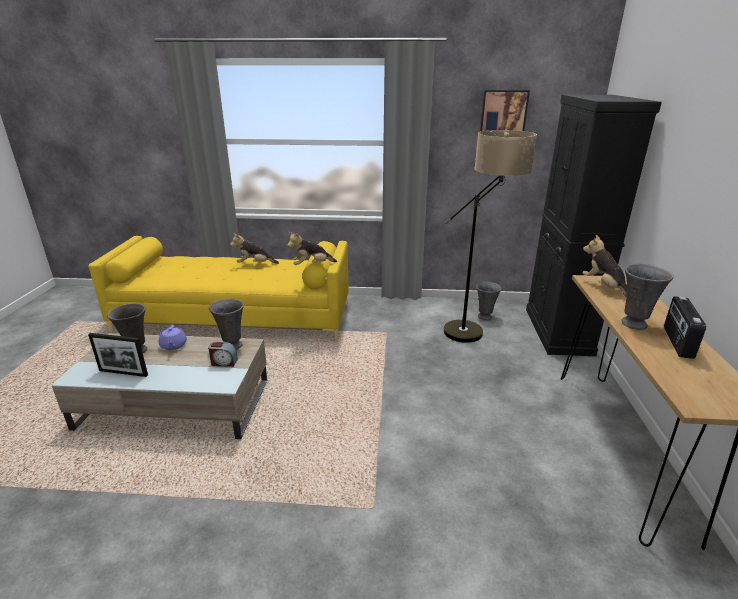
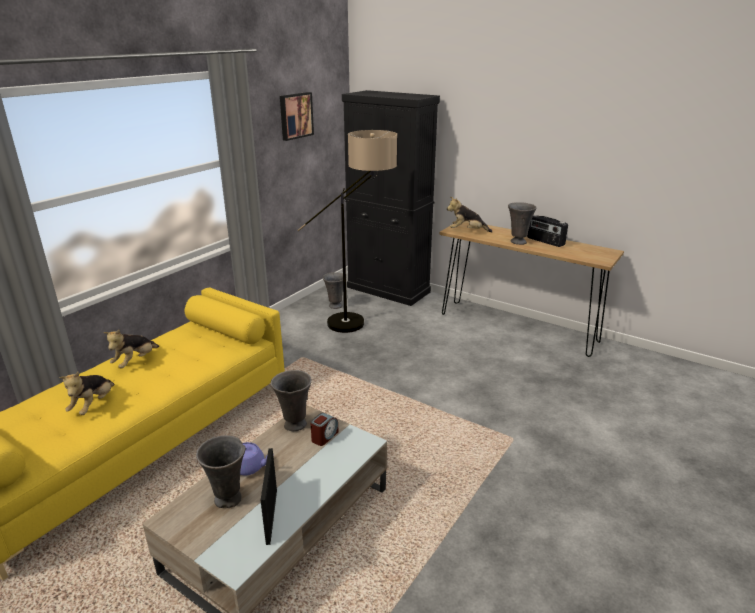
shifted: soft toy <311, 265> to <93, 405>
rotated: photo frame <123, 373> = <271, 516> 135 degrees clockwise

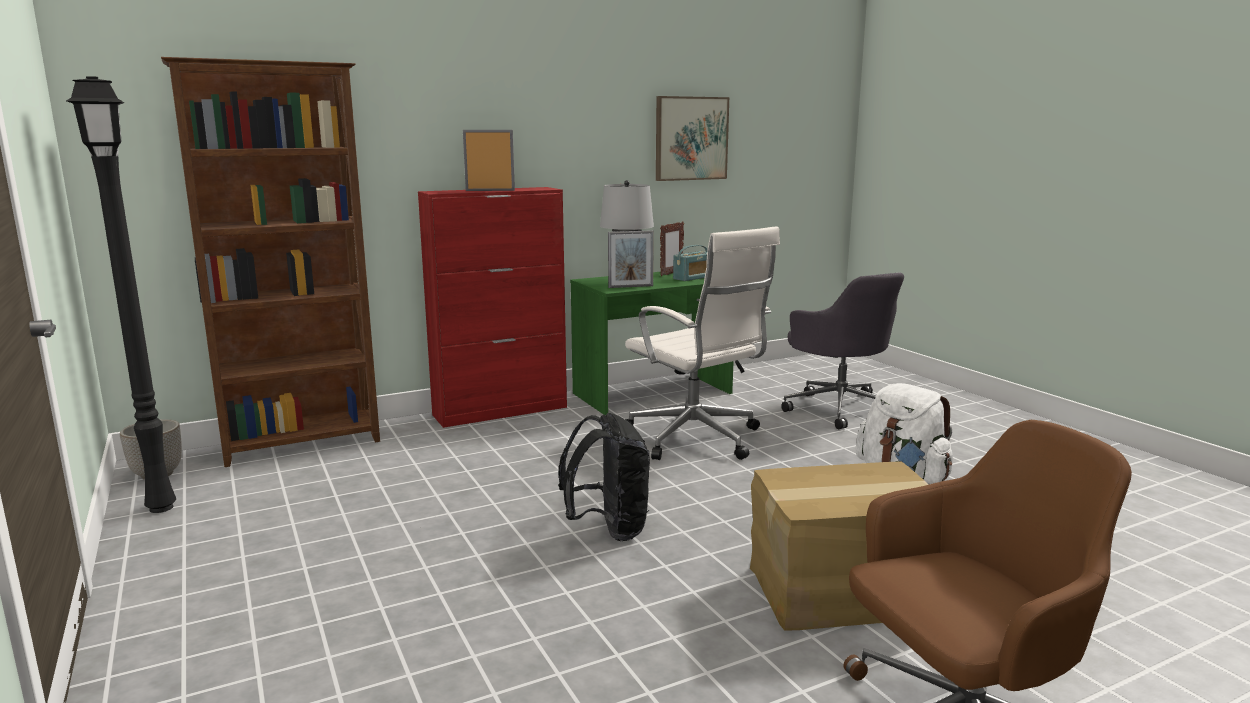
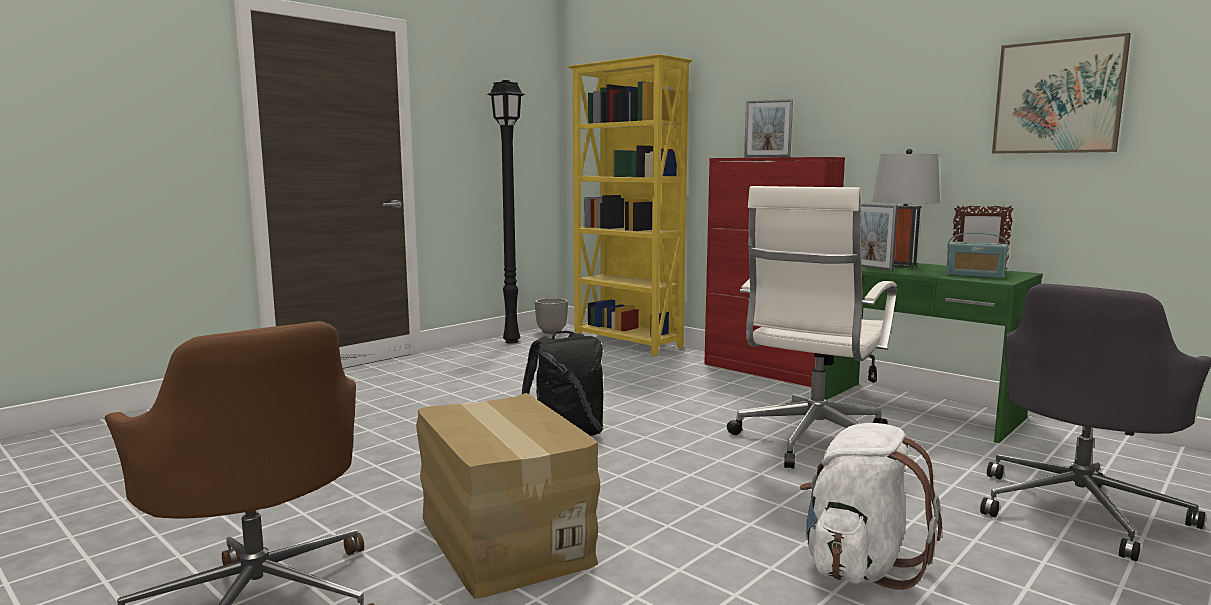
repainted: brown bookshelf <303, 444> to yellowish bookshelf <627, 343>
rotated: photo frame <490, 190> = <767, 157> 135 degrees clockwise

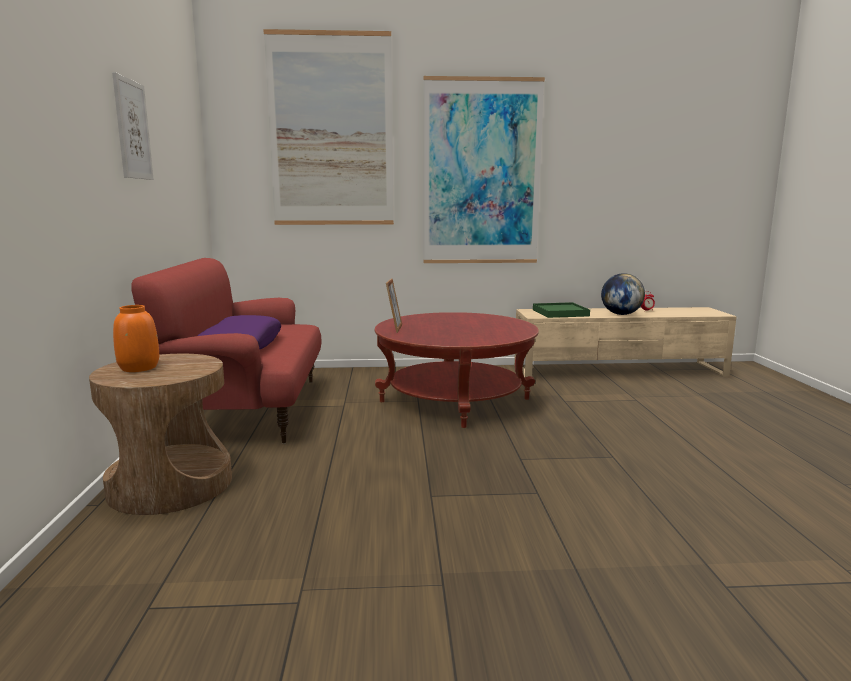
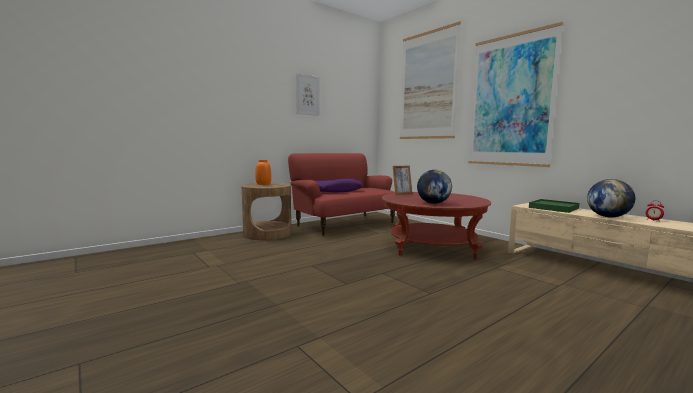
new: globe <433, 203>

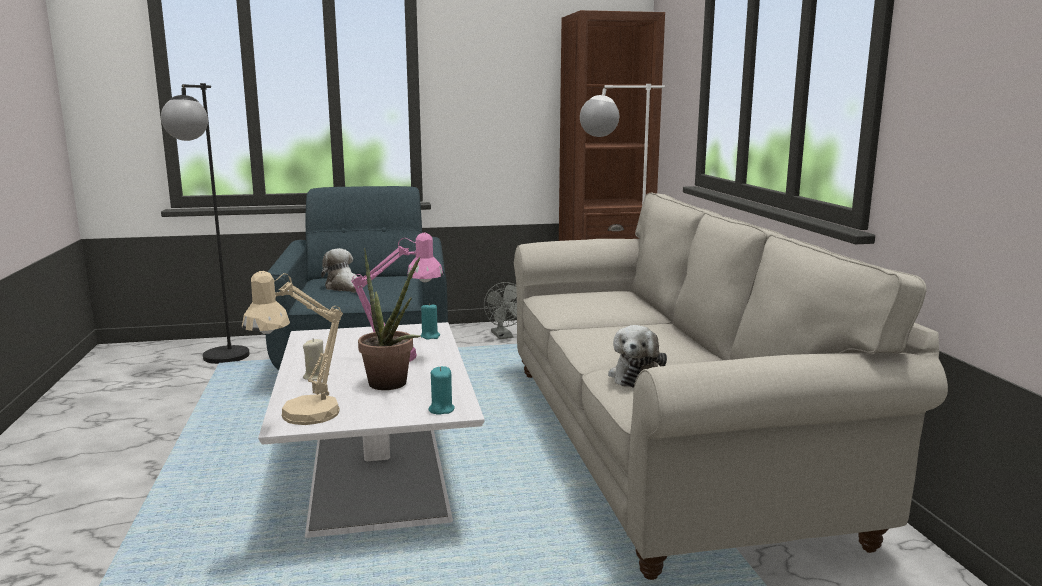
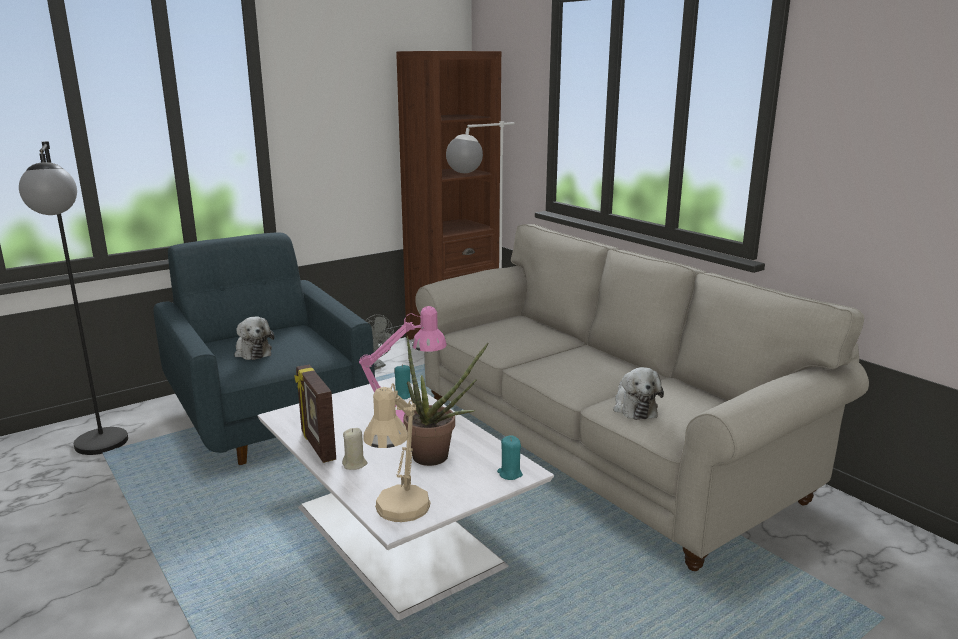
new: photo frame <317, 446>
rotated: soft toy <344, 287> = <252, 351> 150 degrees counterclockwise

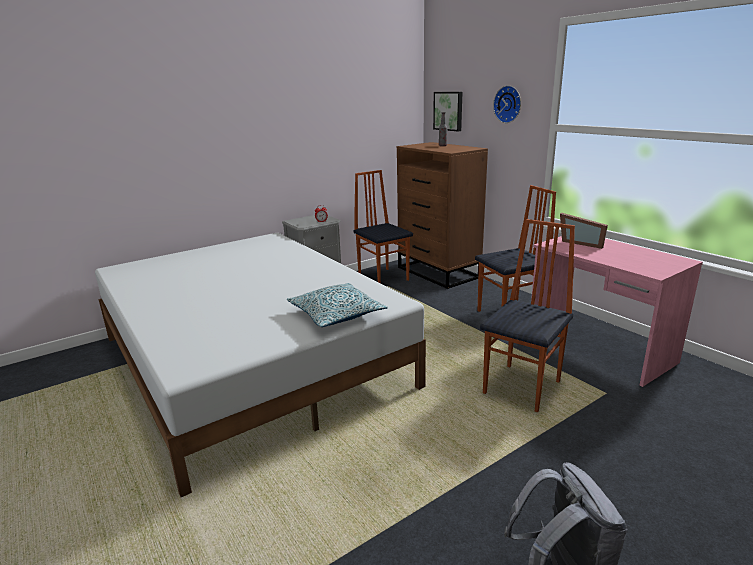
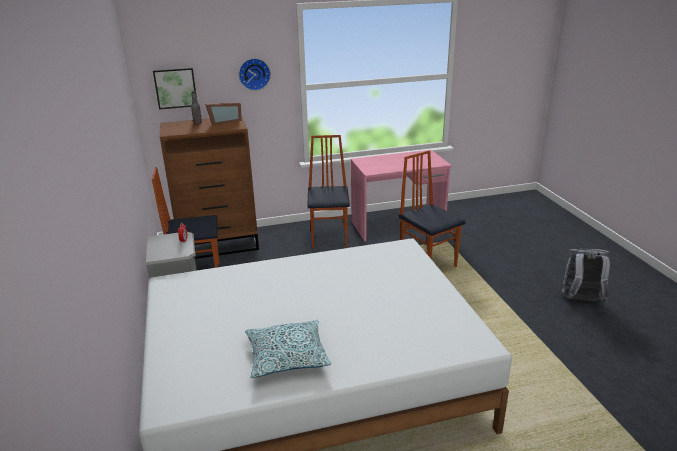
shifted: throw pillow <336, 314> to <287, 356>; photo frame <581, 243> to <224, 122>

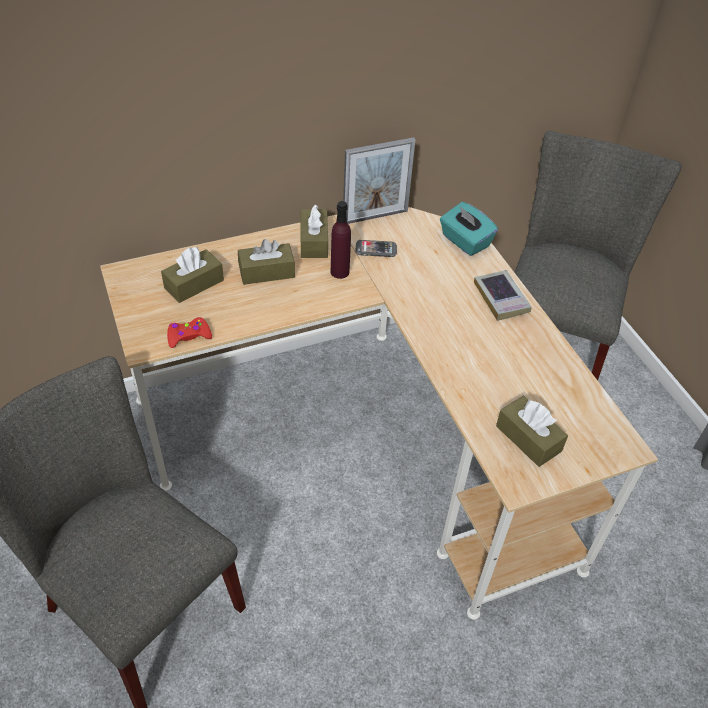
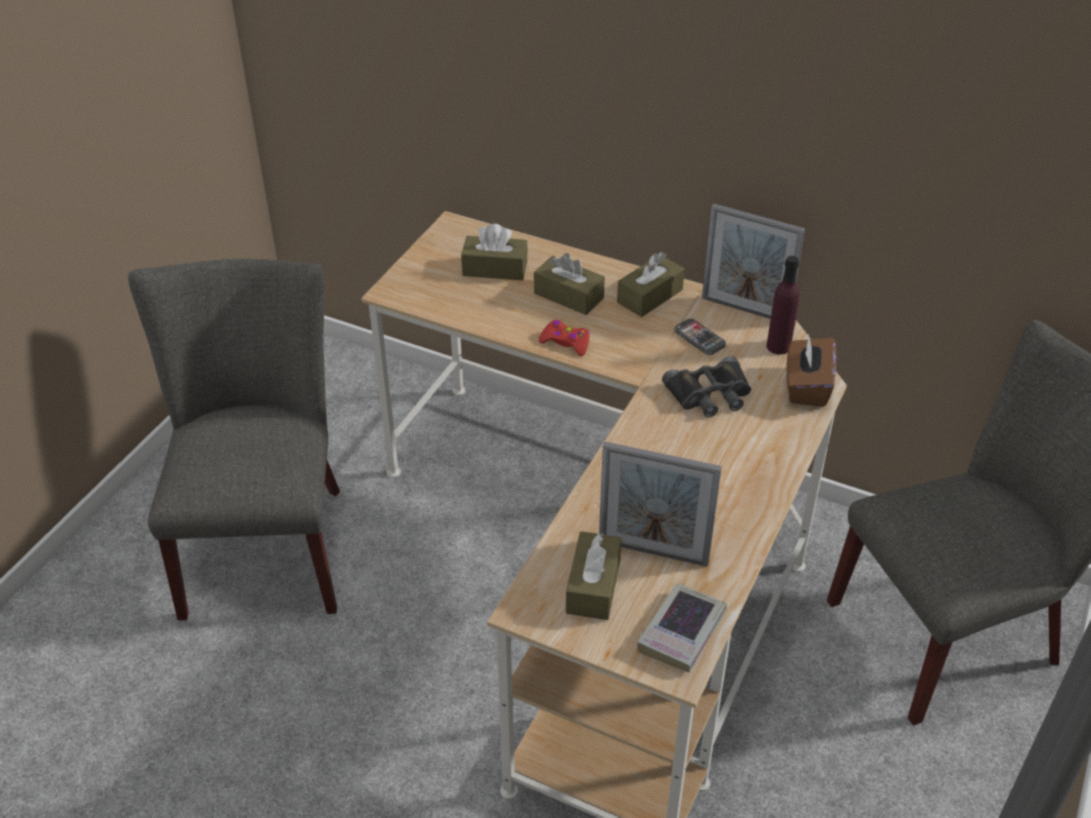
new: photo frame <653, 552>; blackish field glasses <710, 394>
shifted: red joypad <188, 336> to <565, 342>; purple drink bottle <339, 272> to <778, 346>; bound book <501, 298> to <682, 632>
repainted: turquoise-coloured box of tissues <465, 241> to brown box of tissues <806, 387>

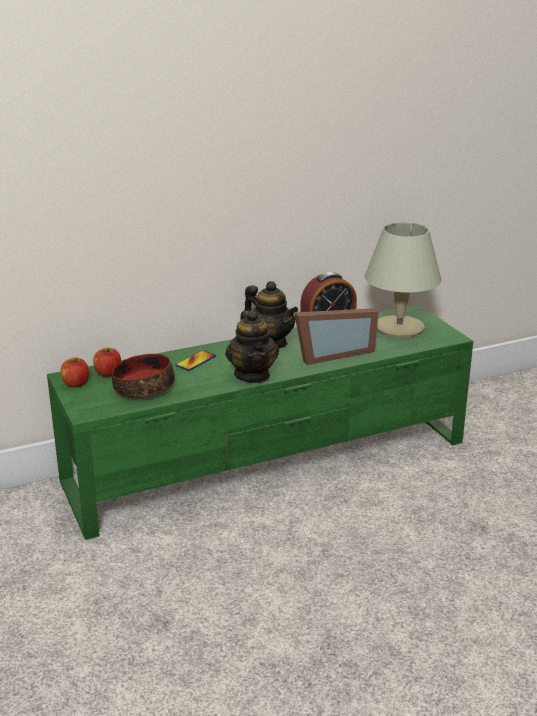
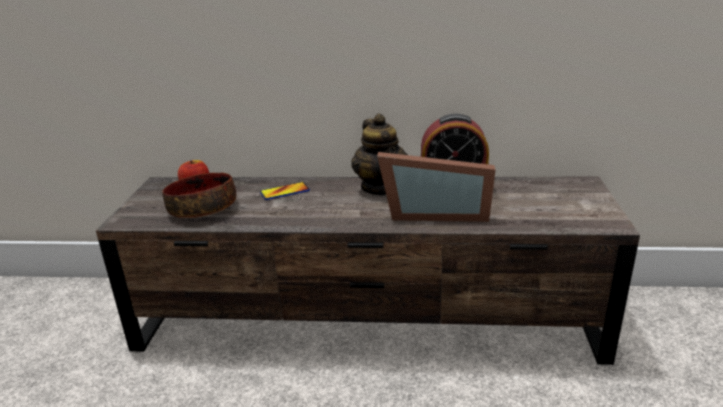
gone: whole apple <76, 383>; teapot <253, 375>; beige tabletop lamp <398, 328>
repainted: green-coloured media console <270, 461> to brown media console <368, 320>

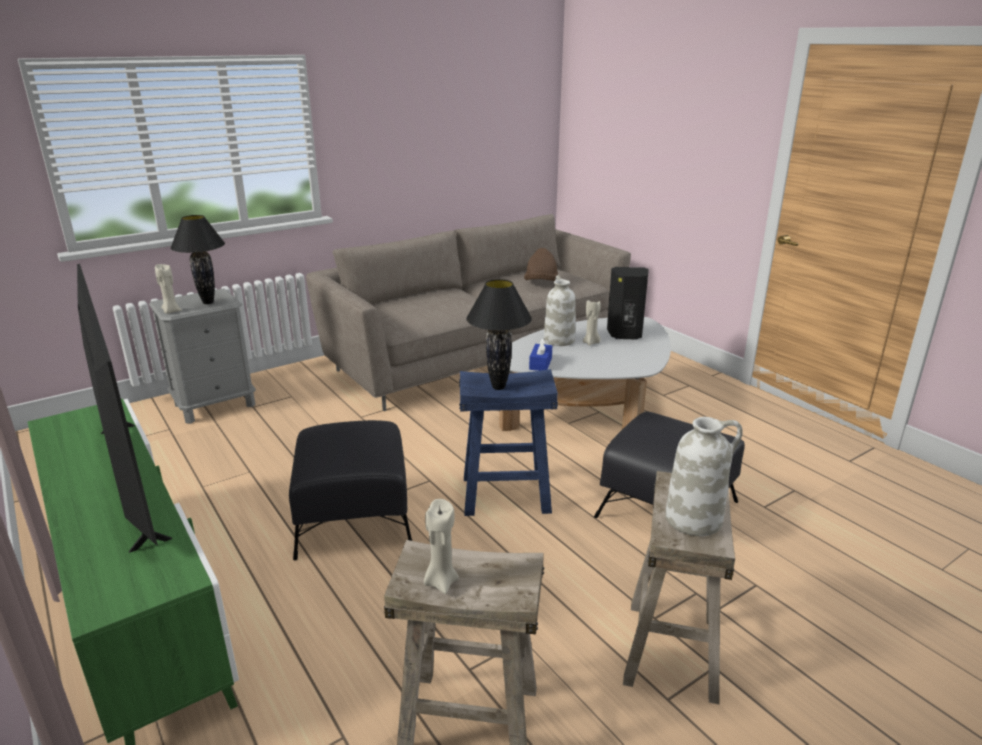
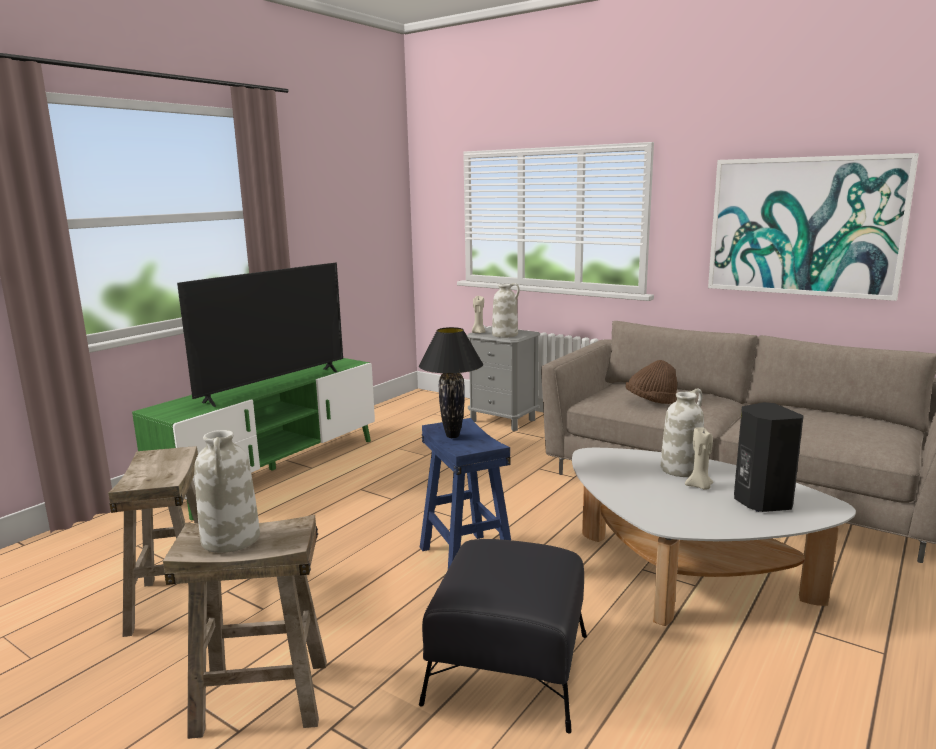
gone: blackish ottoman <353, 518>; beige candle <441, 581>; blue-coloured box of tissues <540, 363>
new: wall picture <804, 226>
shifted: brown wearable hat <541, 284> to <651, 402>
swapped: blackish tabletop lamp <208, 302> to white flower vase <505, 335>

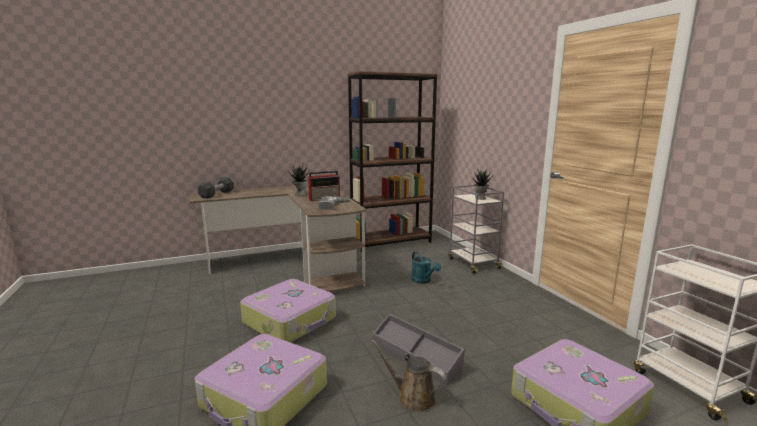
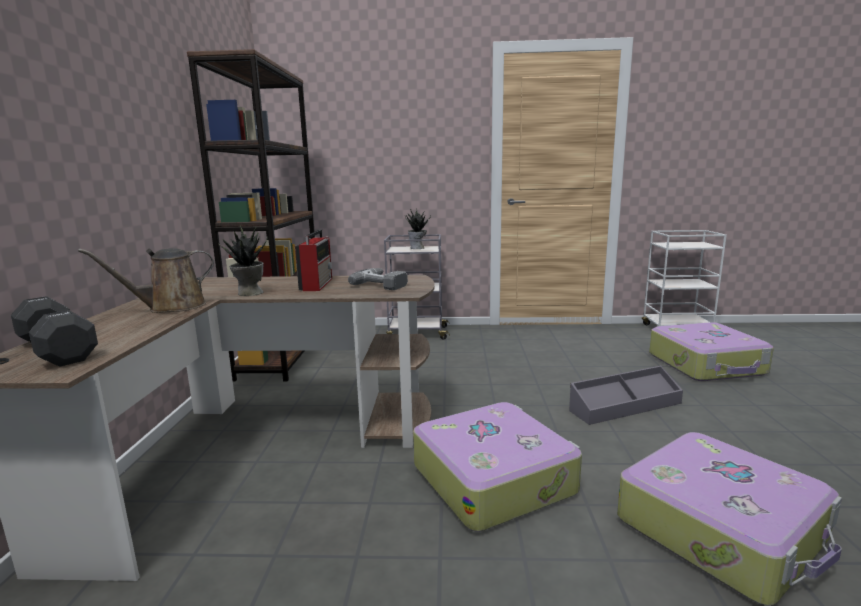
gone: turquoise-coloured watering pot <423, 281>
shifted: brown watering pot <413, 397> to <171, 307>

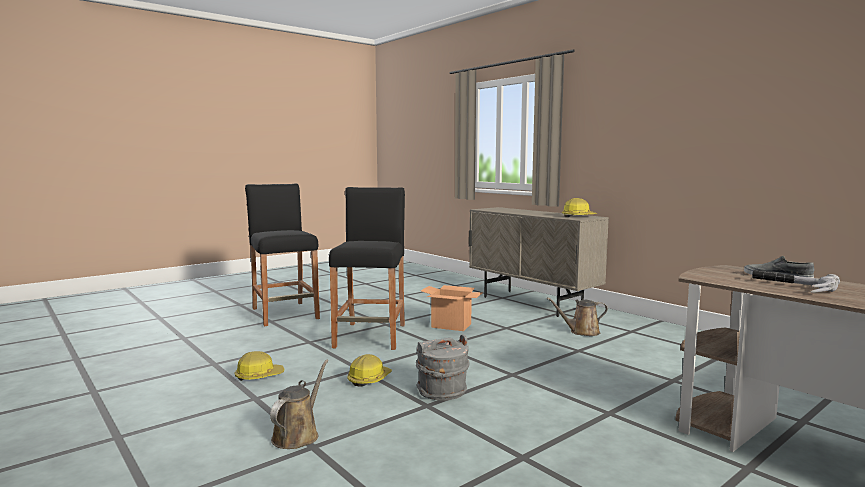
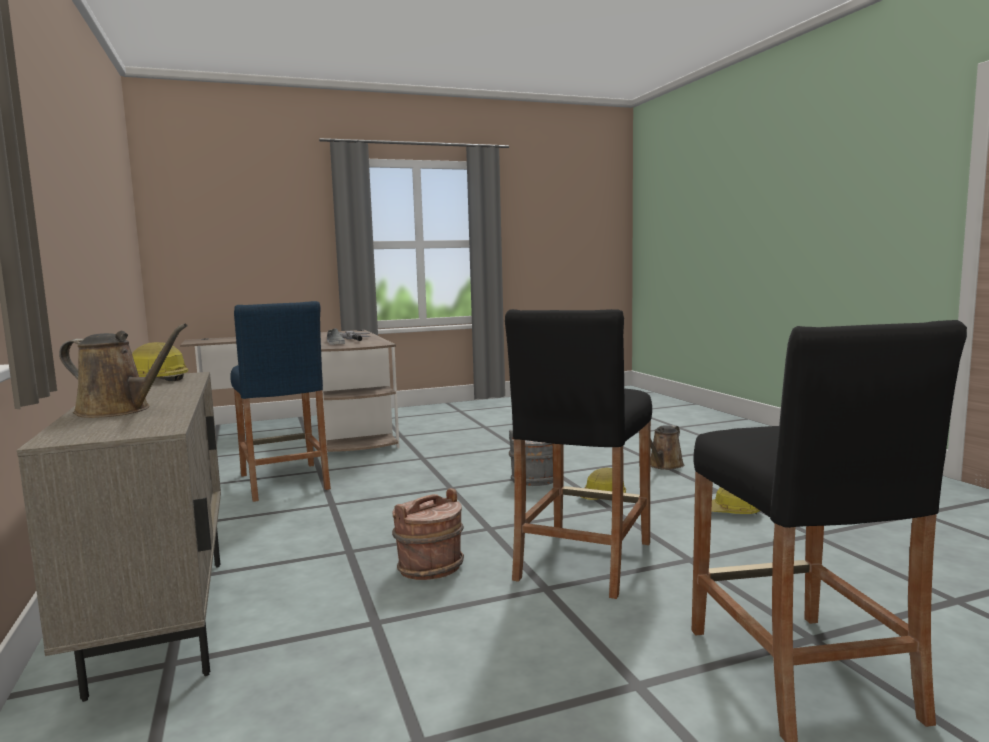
new: blue-coloured stool <284, 482>
shifted: brown watering pot <581, 332> to <119, 410>
swapped: packing box <451, 326> to brown bucket <429, 567>

